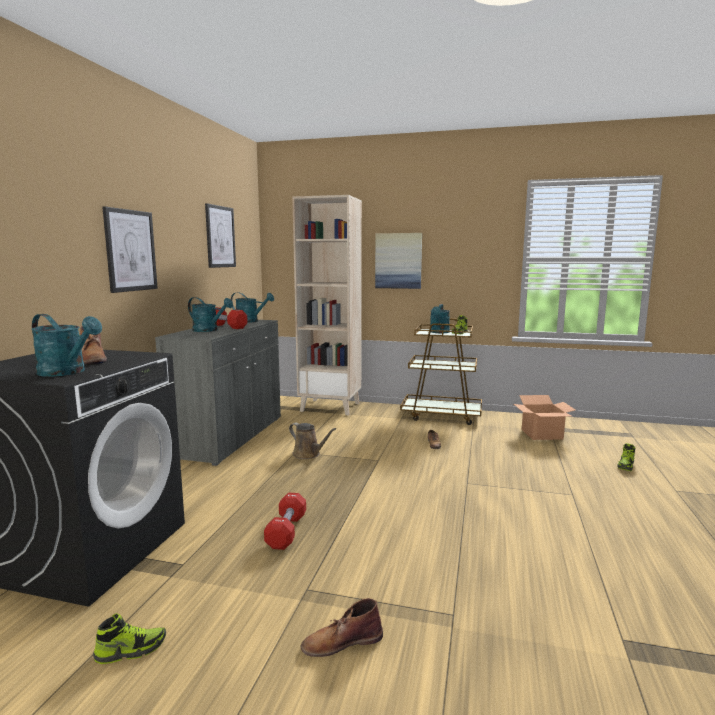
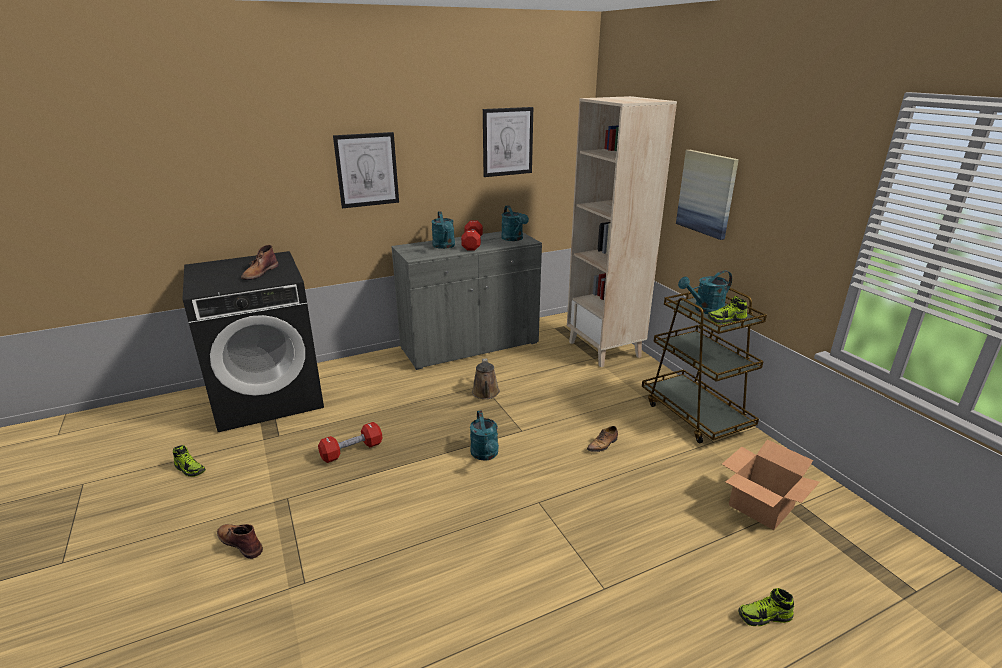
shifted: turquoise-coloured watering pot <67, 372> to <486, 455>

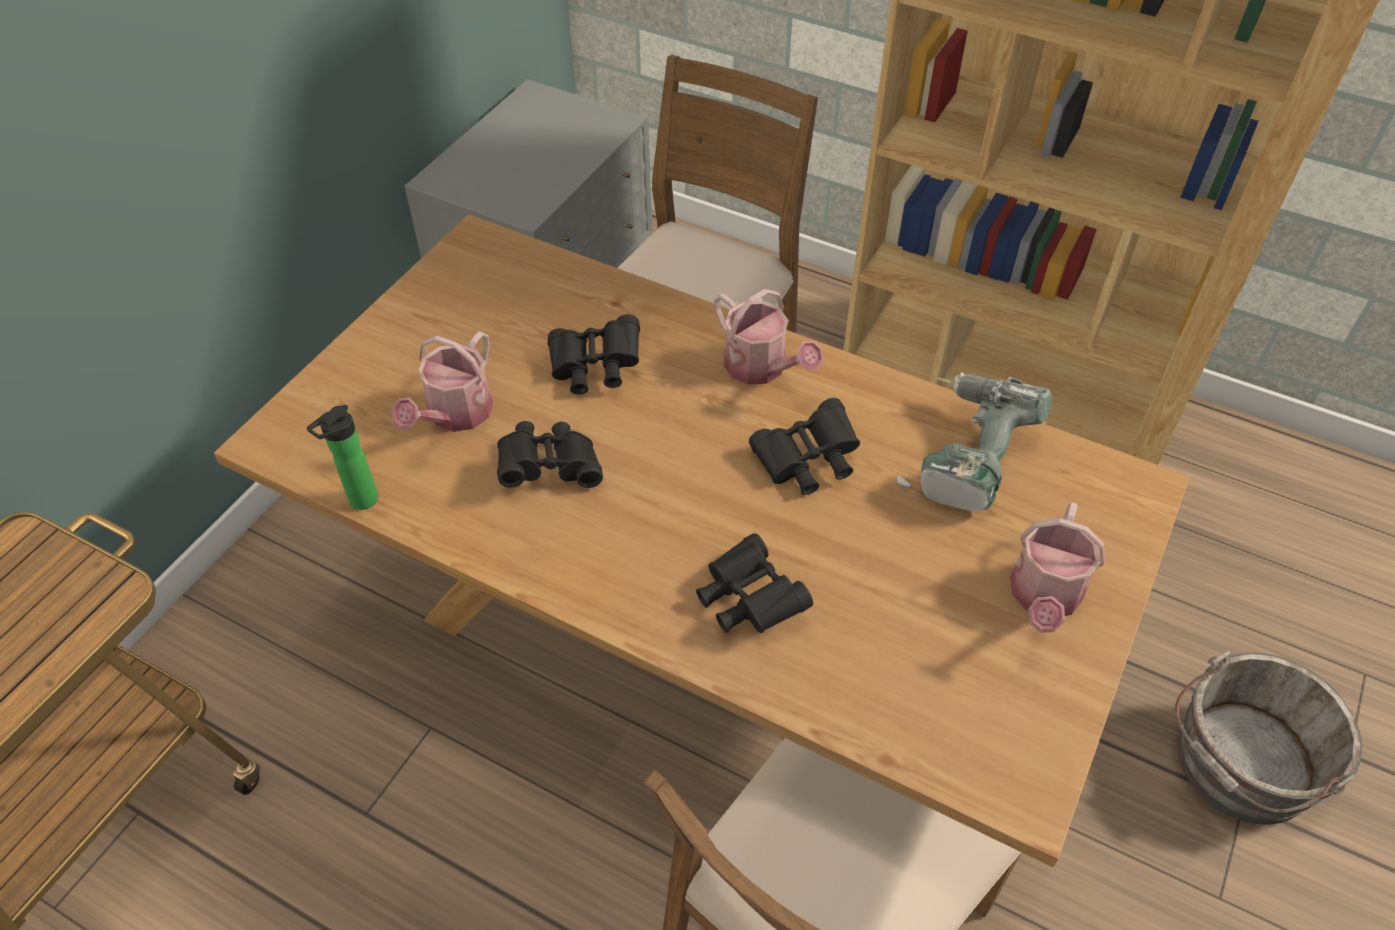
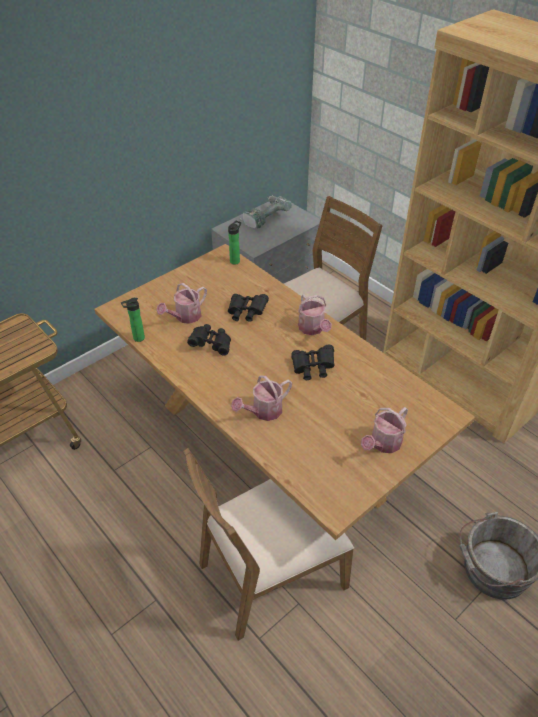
new: drink bottle <236, 260>
shifted: power drill <964, 456> to <264, 218>
swapped: blackish field glasses <748, 600> to watering pot <263, 411>

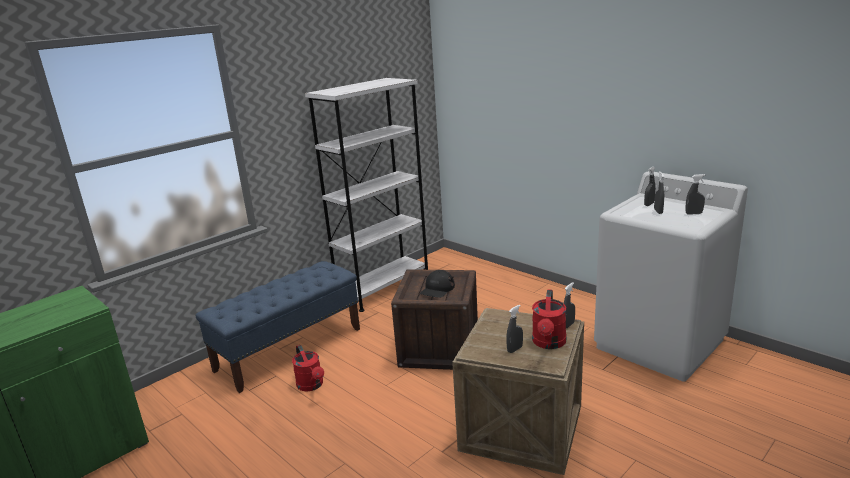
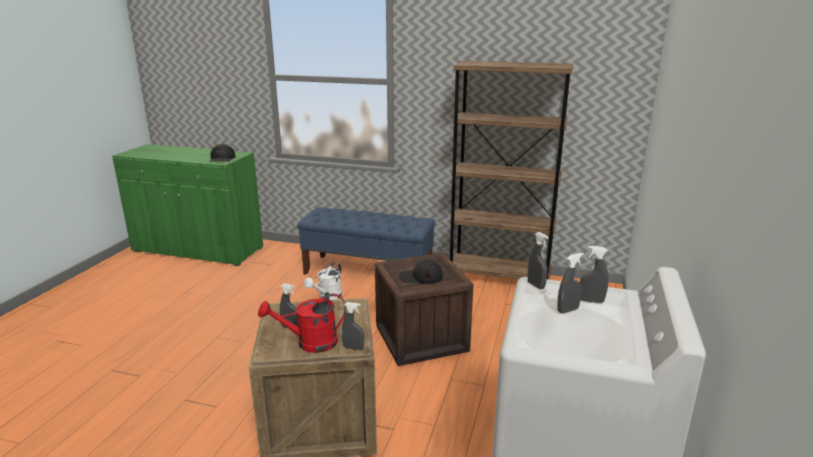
new: blackish cap <222, 159>
shifted: greyish sprayer <694, 213> to <536, 285>
repainted: red watering pot <312, 386> to white watering pot <327, 297>; white bookshelf <383, 288> to brown bookshelf <499, 279>

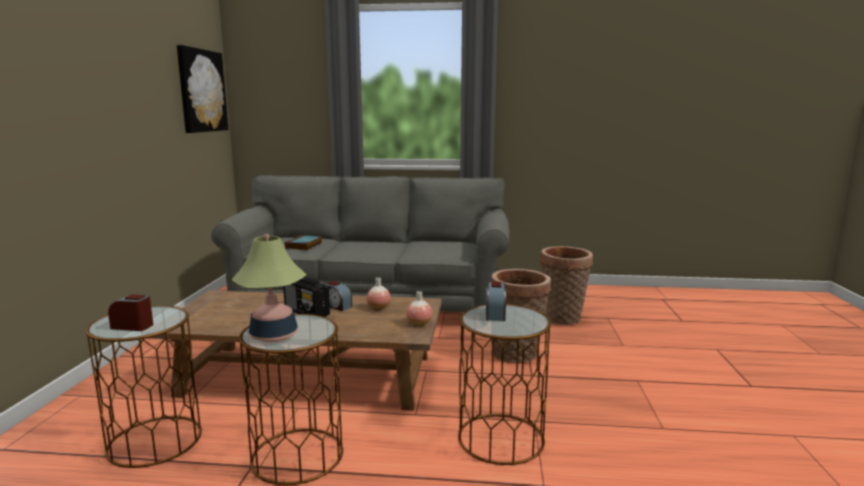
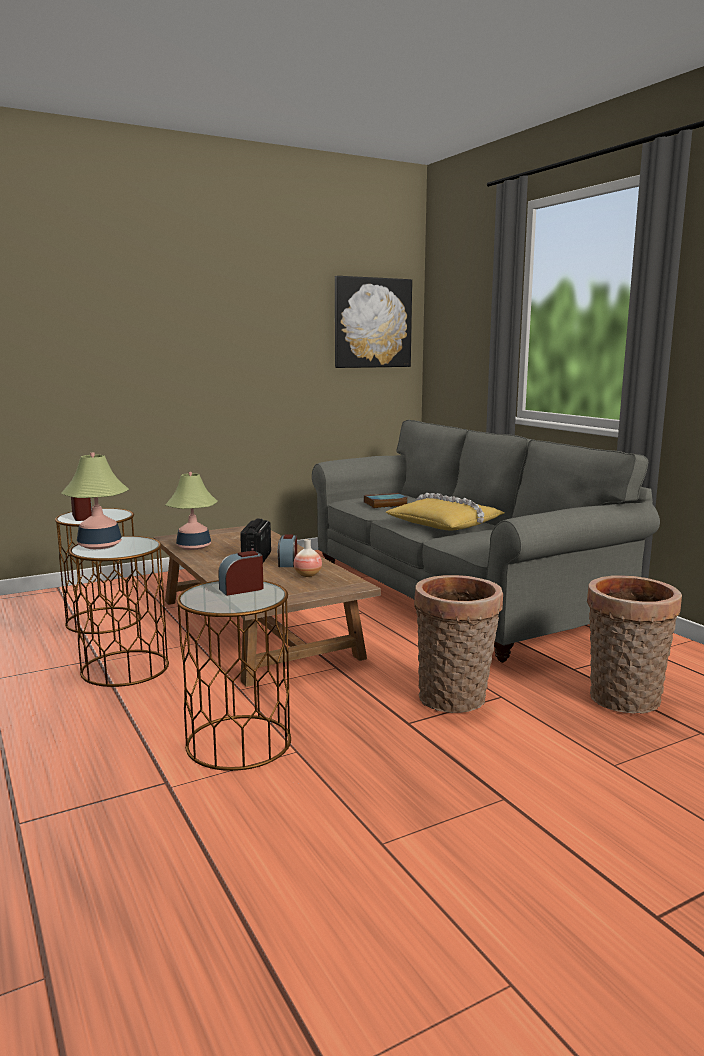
gone: flower vase <419, 324>
new: tabletop lamp <193, 546>; yellowish throw pillow <445, 524>

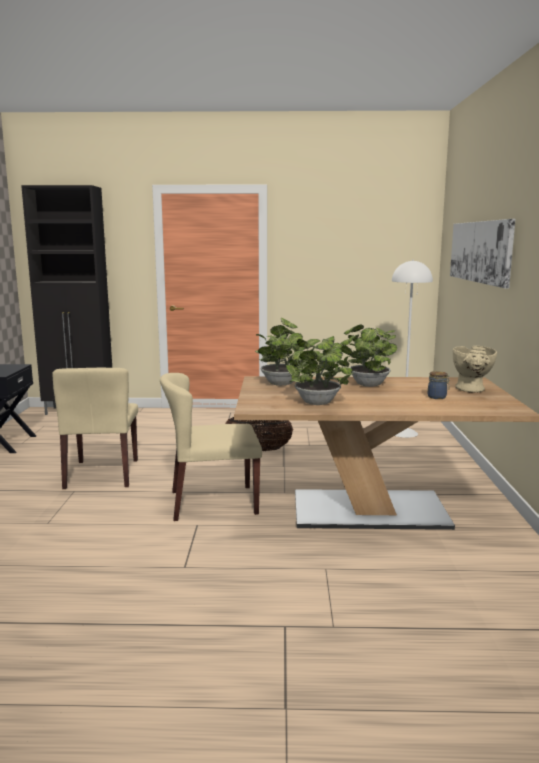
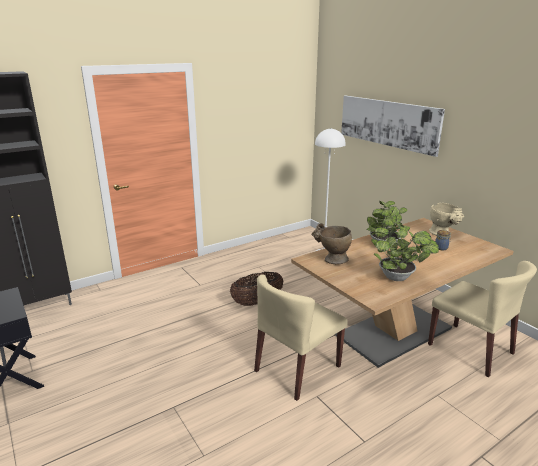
shifted: beige plain chair <102, 474> to <471, 349>
swapped: potted plant <281, 383> to beige flower vase <331, 260>

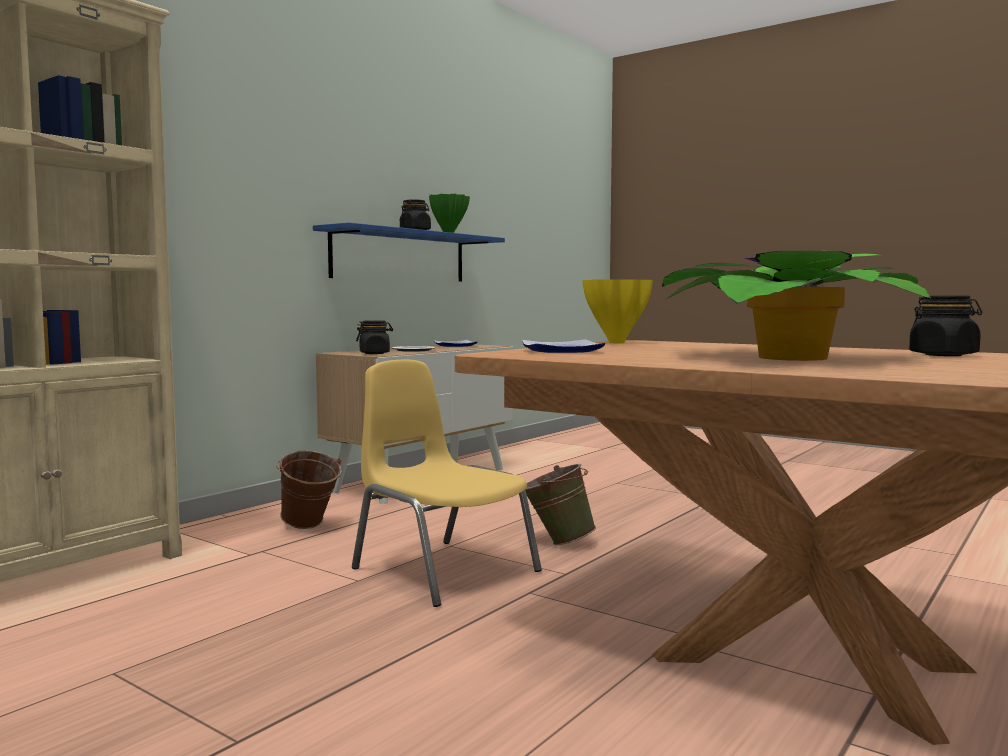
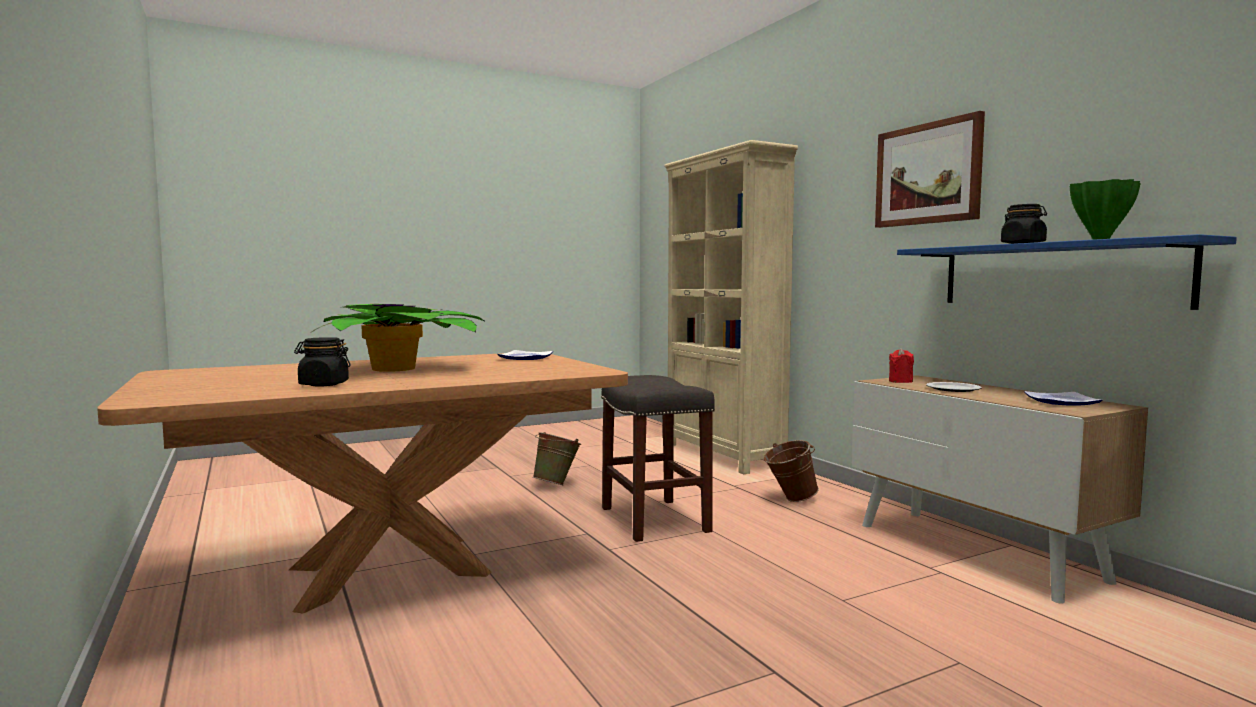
gone: yellowish flower vase <615, 342>
new: wall picture <928, 174>
shifted: green-coloured bucket <557, 542> to <557, 484>
swapped: yellowish plain chair <442, 570> to greyish stool <655, 520>; blackish jar <374, 353> to red candle <900, 381>

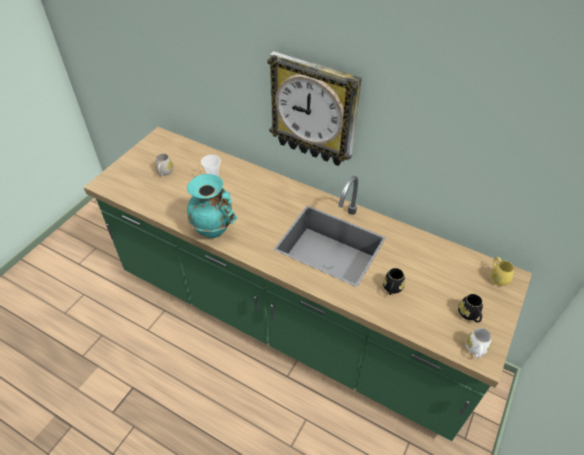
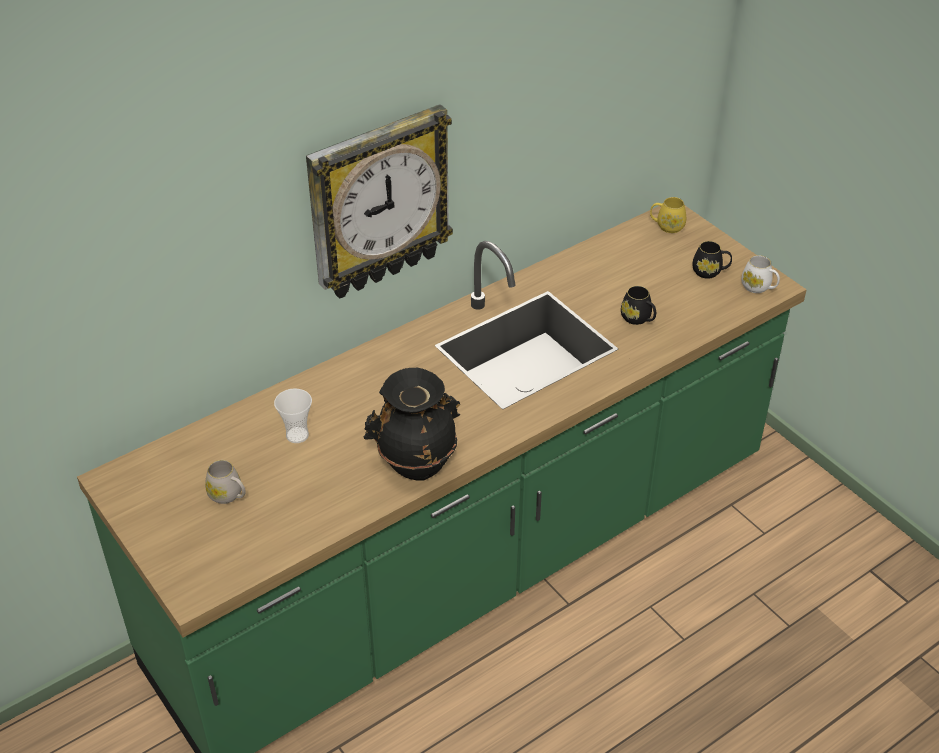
repainted: turquoise-coloured flower vase <213, 228> to blackish flower vase <416, 464>

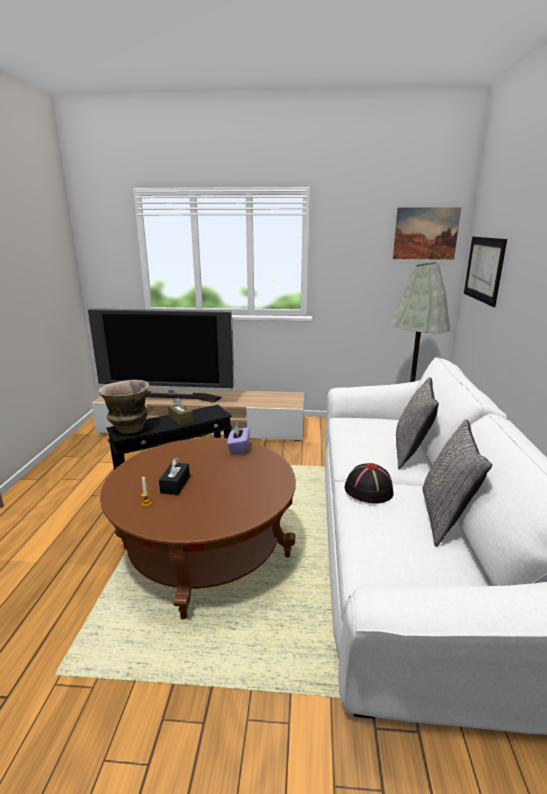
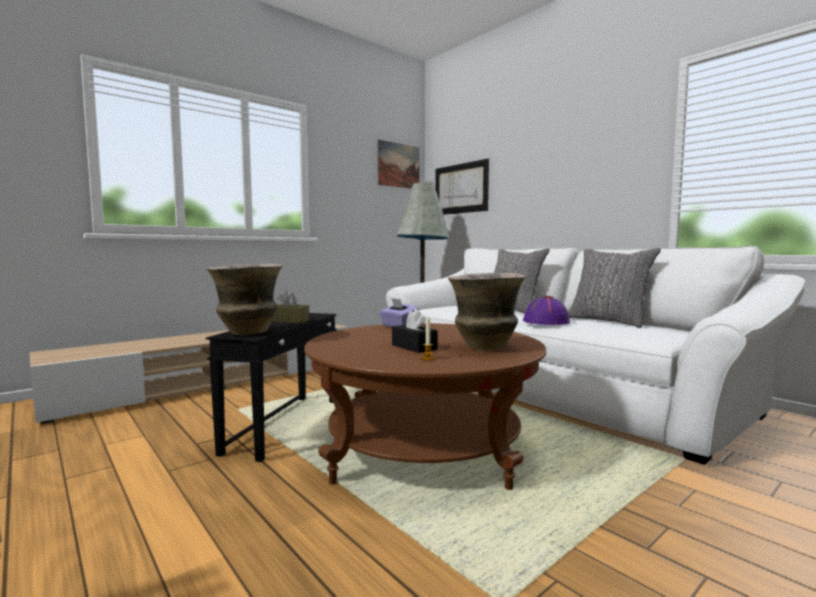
gone: TV set <170, 397>
new: flower vase <485, 347>
repainted: blackish wearable hat <368, 490> to purple wearable hat <545, 322>

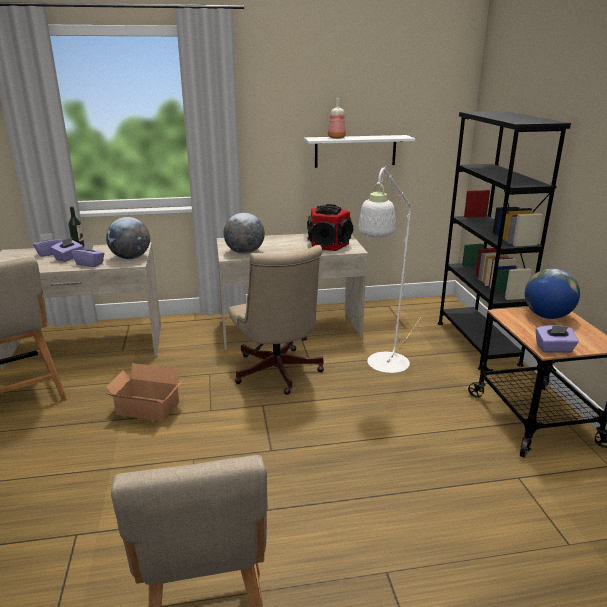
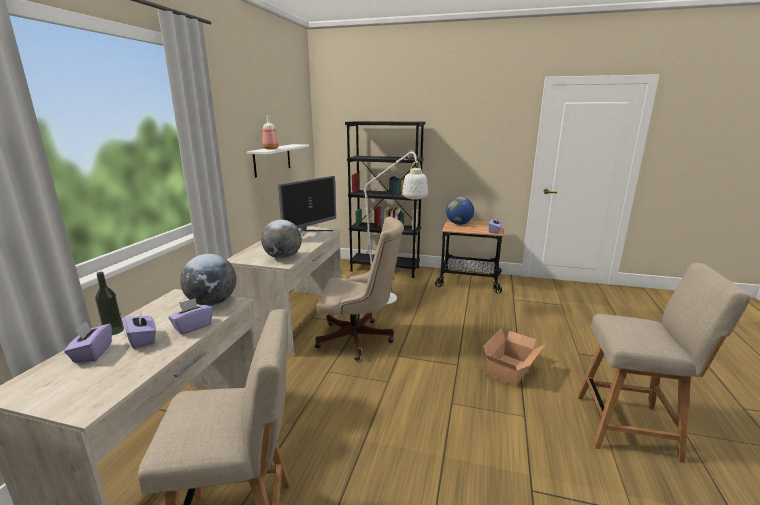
shifted: packing box <148, 410> to <511, 370>
swapped: audio speaker <328, 244> to computer screen <309, 233>

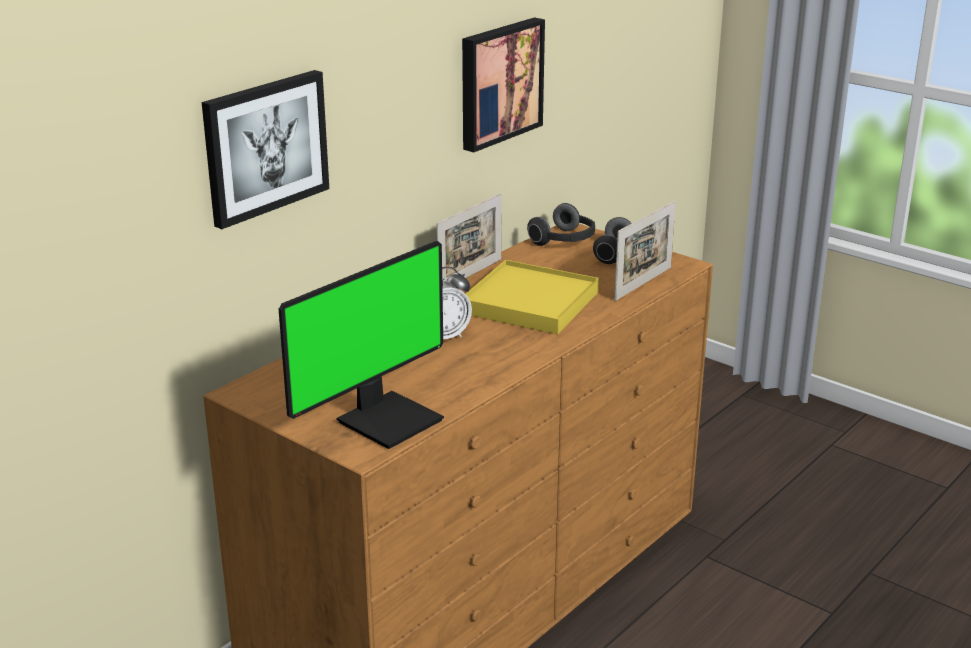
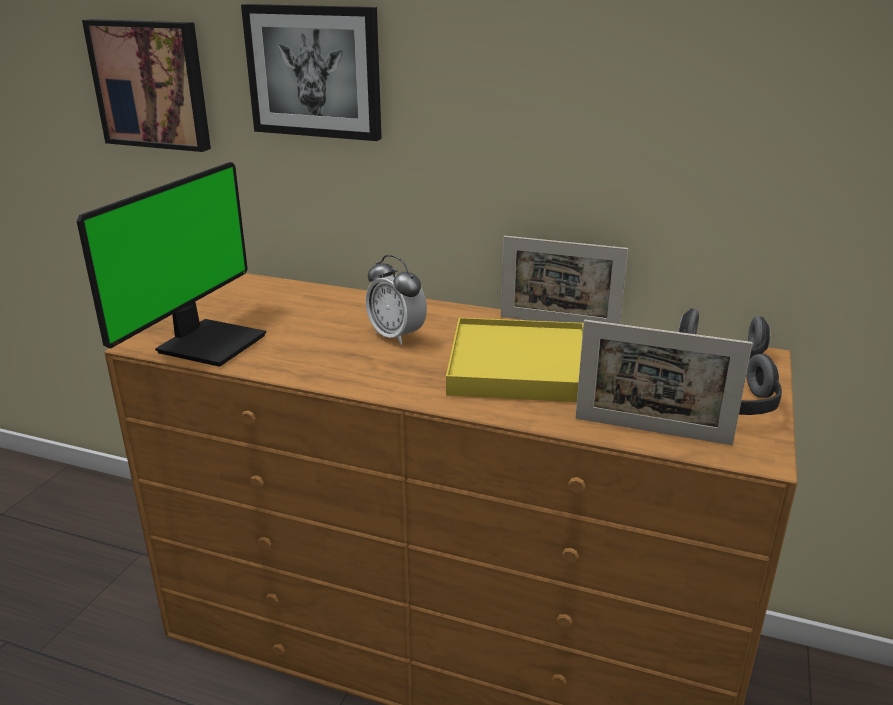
shifted: wall picture <499, 82> to <152, 84>
rotated: computer screen <387, 419> = <209, 342> 90 degrees counterclockwise

